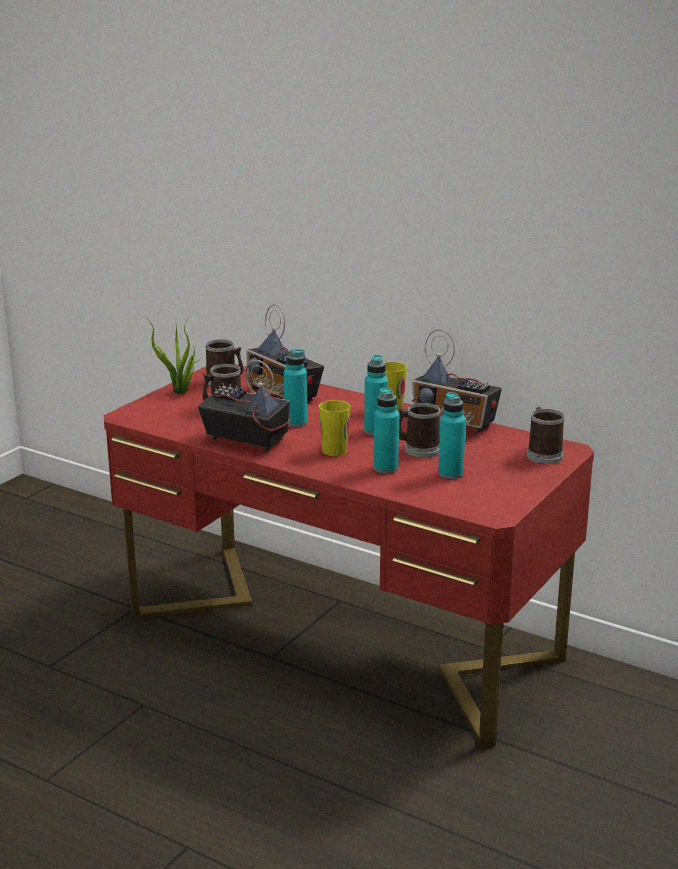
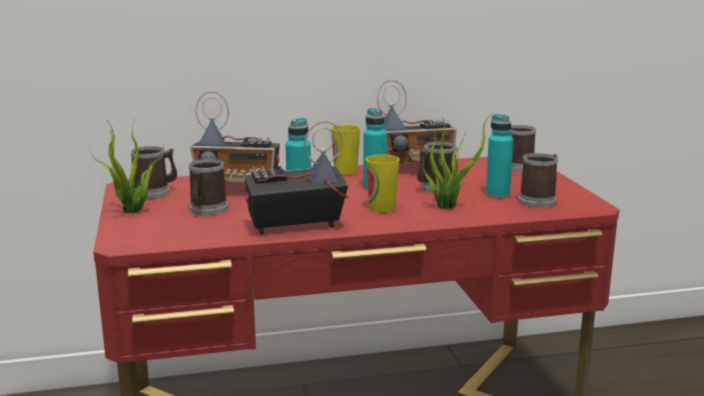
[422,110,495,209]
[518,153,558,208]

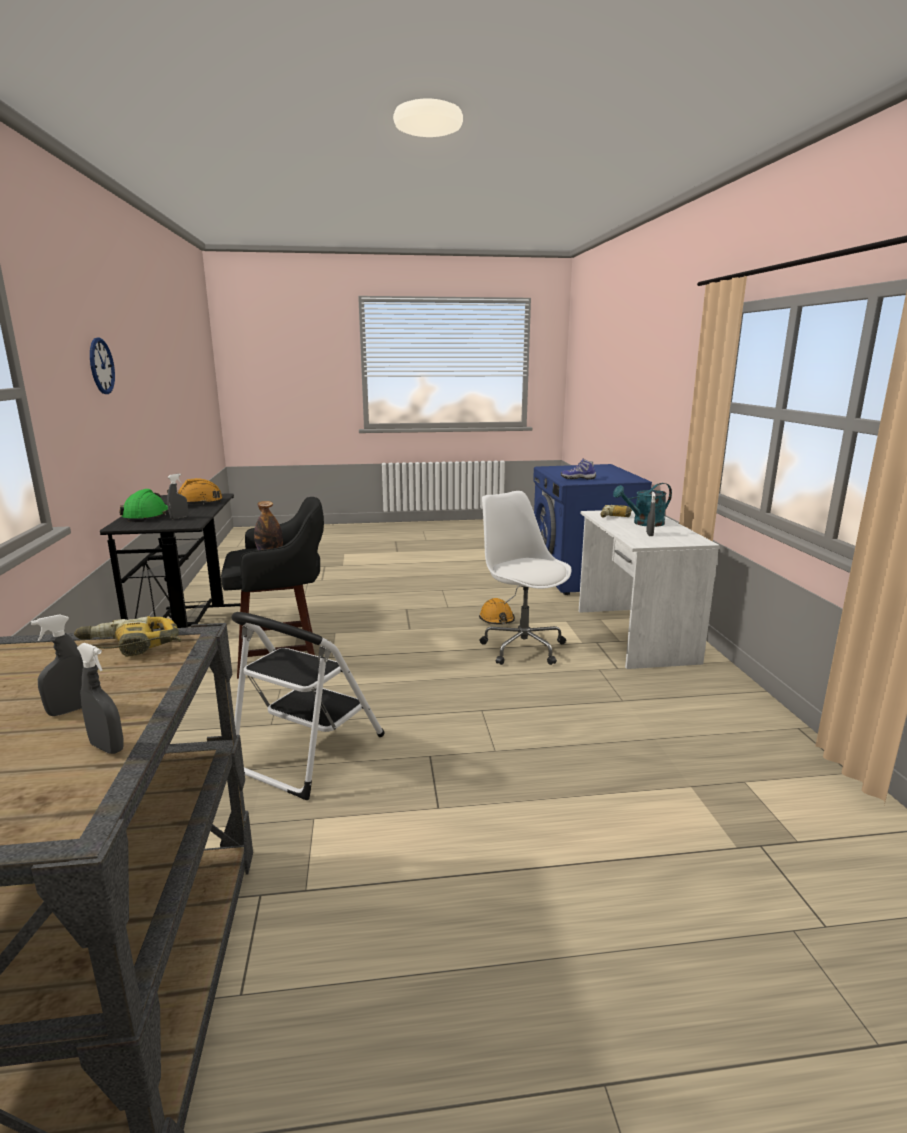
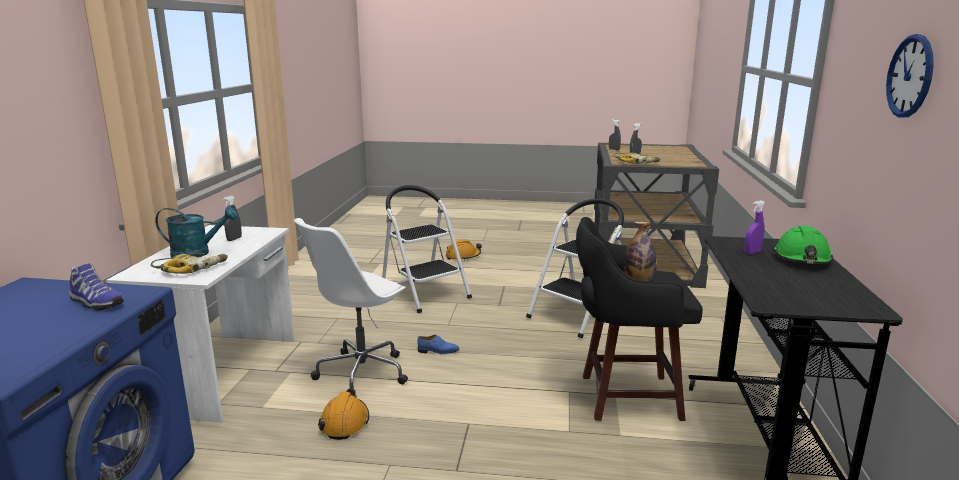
[744,200,765,254]
[446,239,482,260]
[294,218,408,396]
[382,185,472,313]
[417,335,459,354]

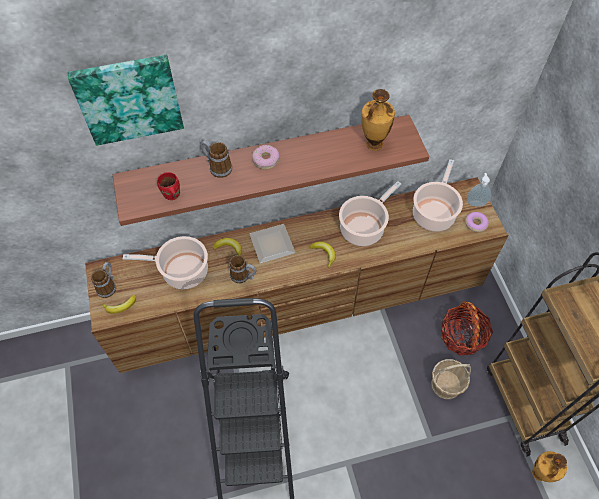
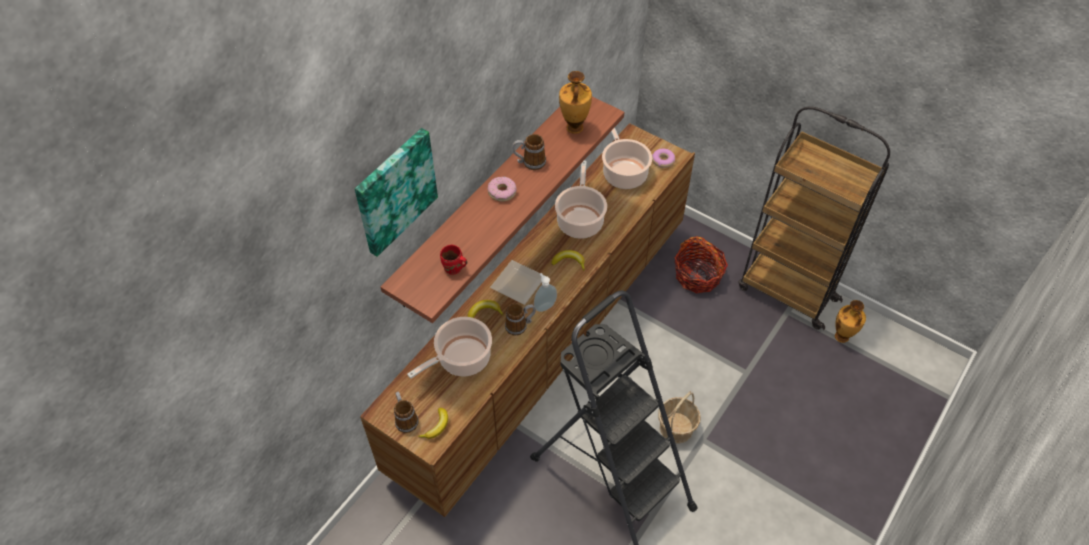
[512,134,546,170]
[658,391,700,444]
[534,273,557,312]

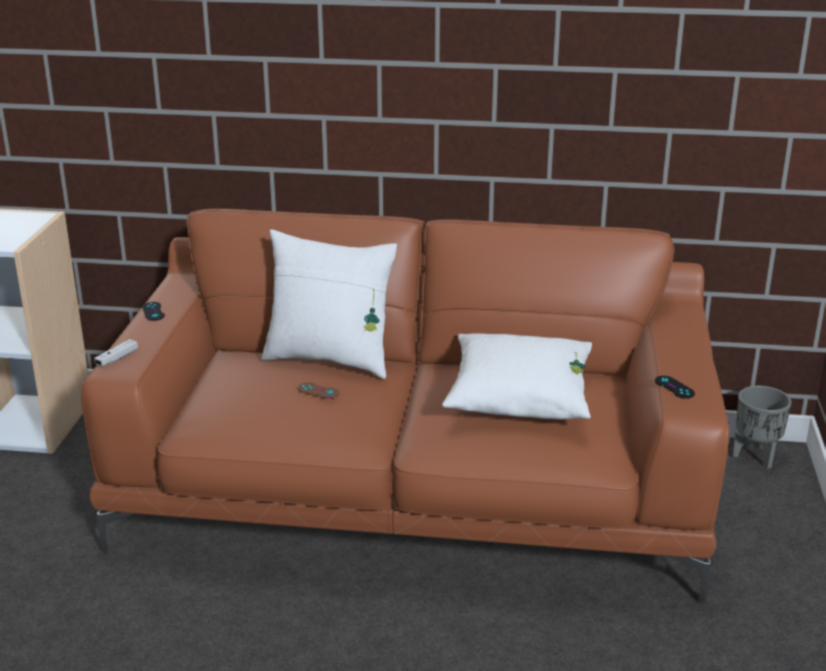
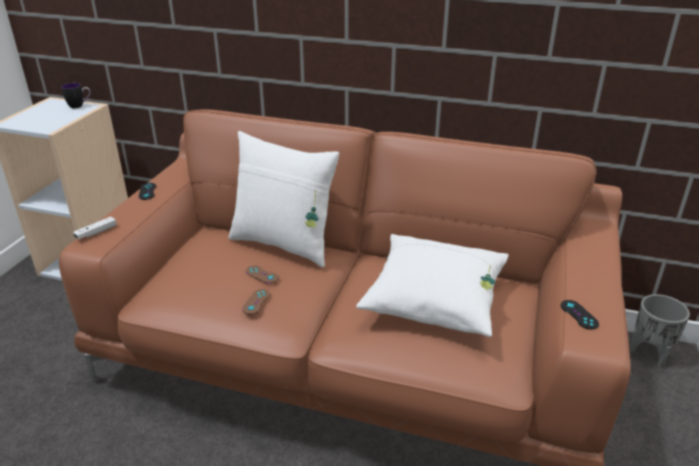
[62,83,90,108]
[242,289,270,314]

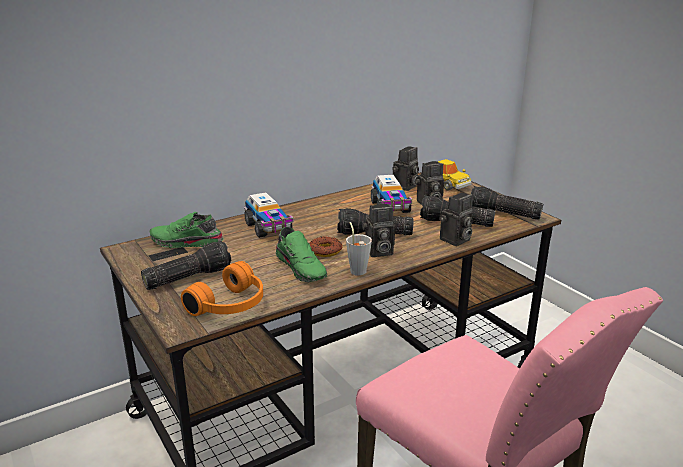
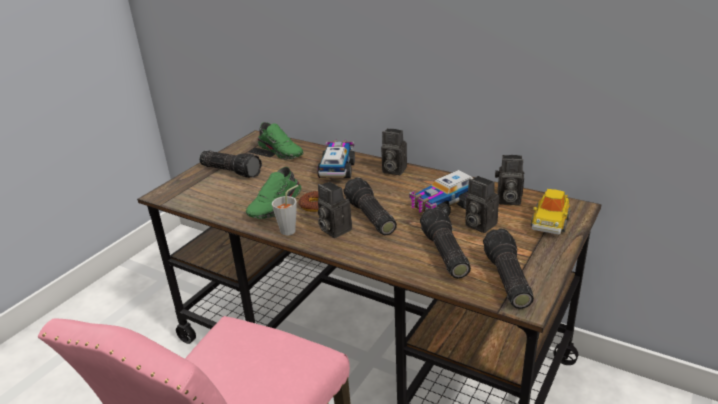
[258,122,304,160]
[181,261,263,316] (first image)
[317,140,355,178]
[381,129,407,175]

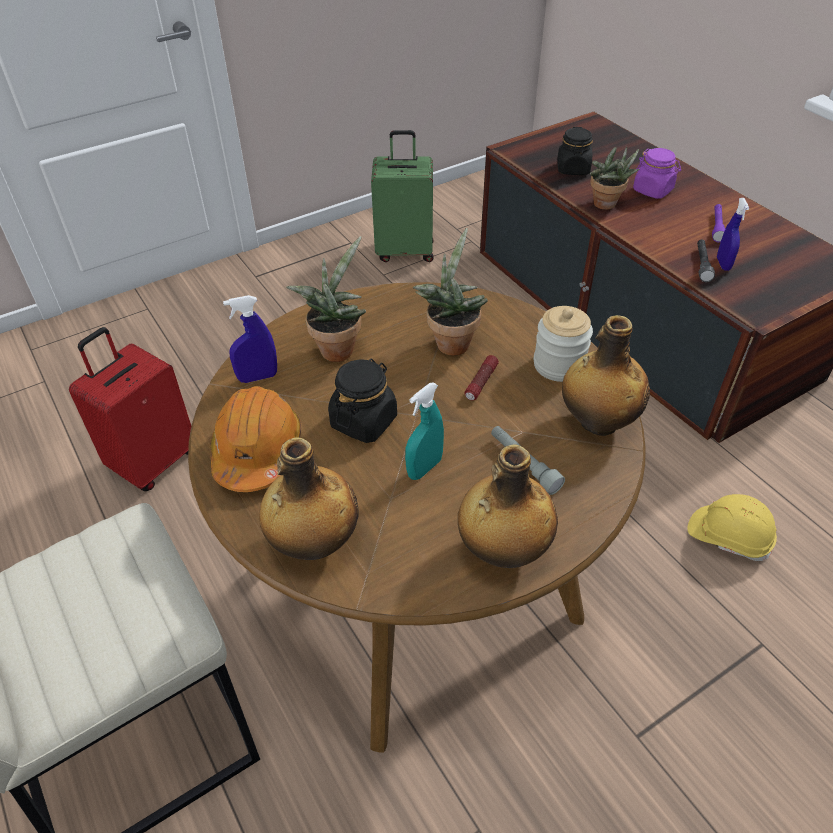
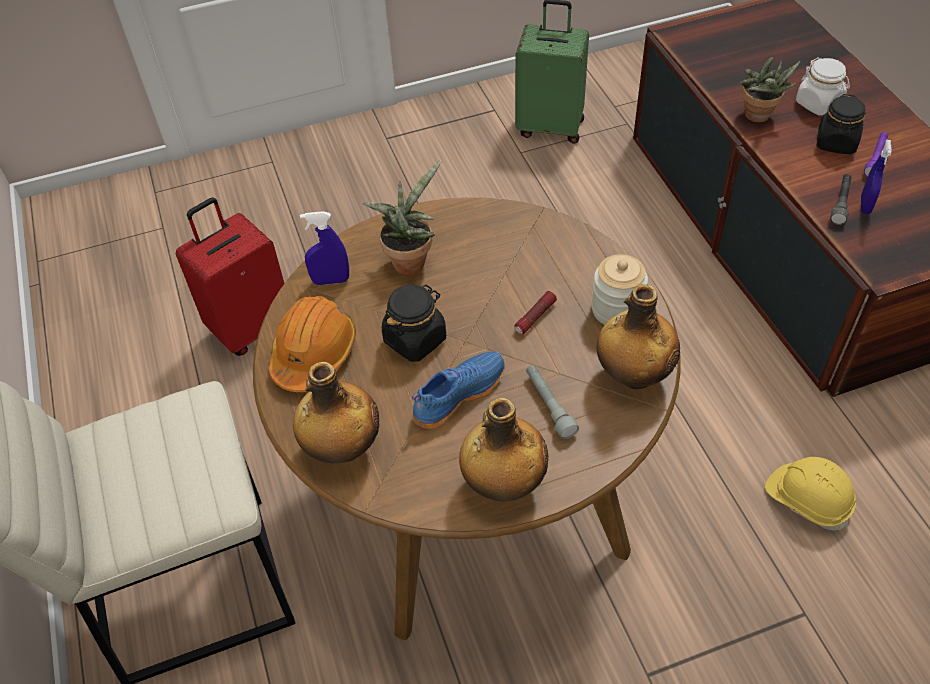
[412,352,505,429]
[413,228,488,356] (first image)
[817,94,866,154]
[796,57,850,116]

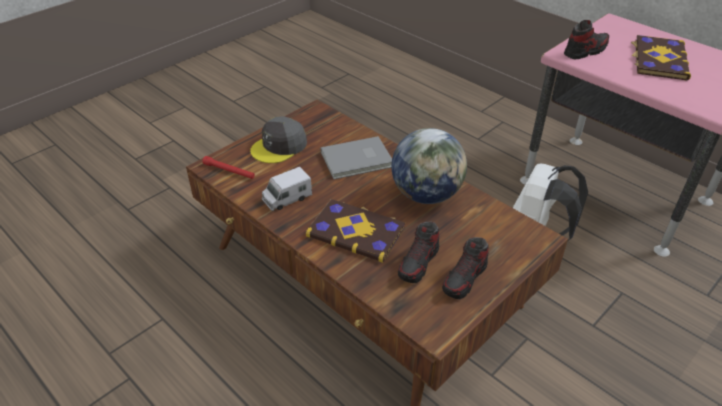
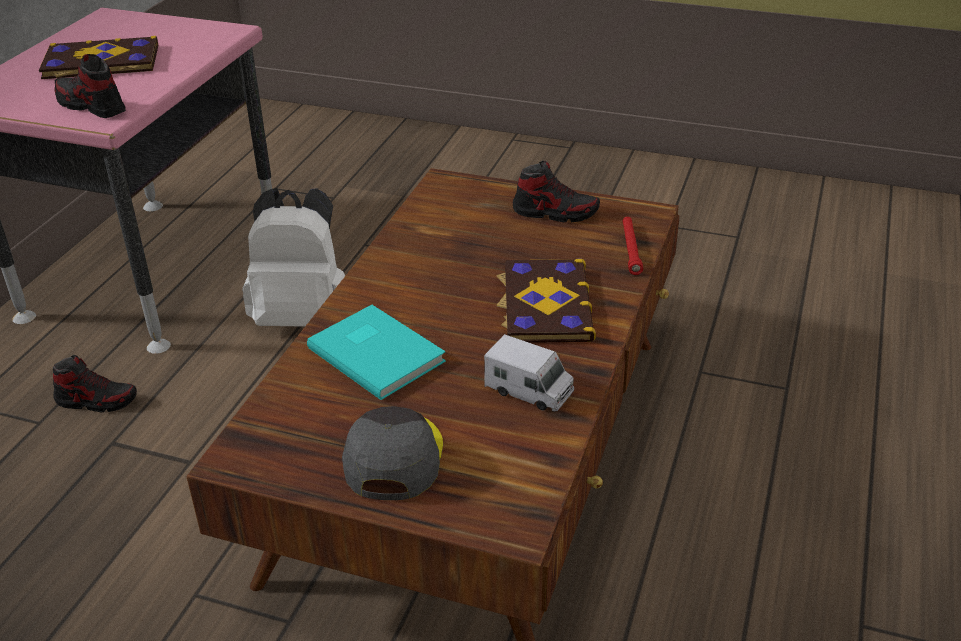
[623,217,643,275]
[342,406,443,500]
[307,305,446,400]
[391,128,467,204] (first image)
[53,355,137,413]

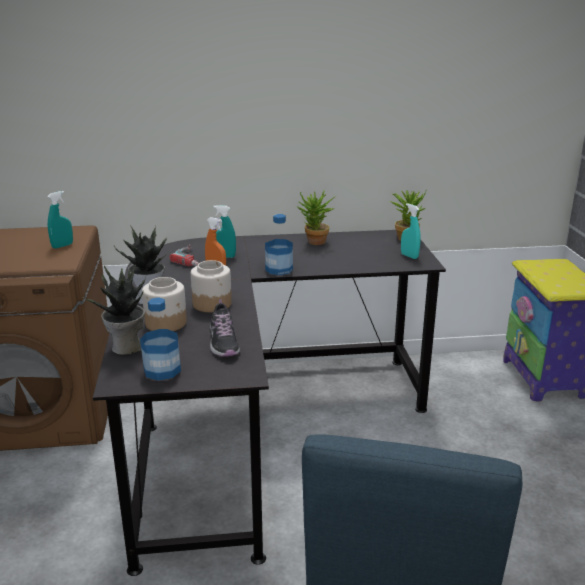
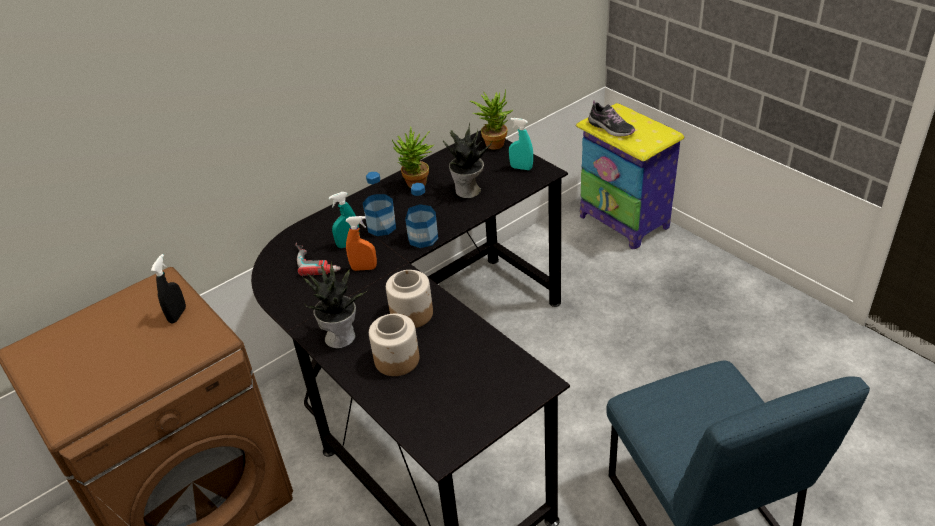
[151,254,186,323]
[443,122,492,198]
[363,172,396,236]
[588,100,635,137]

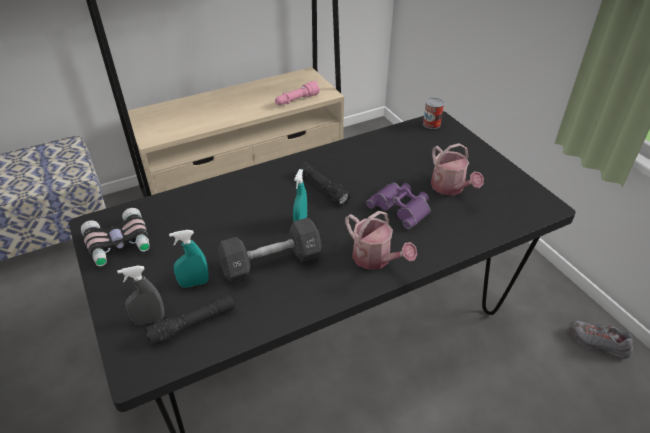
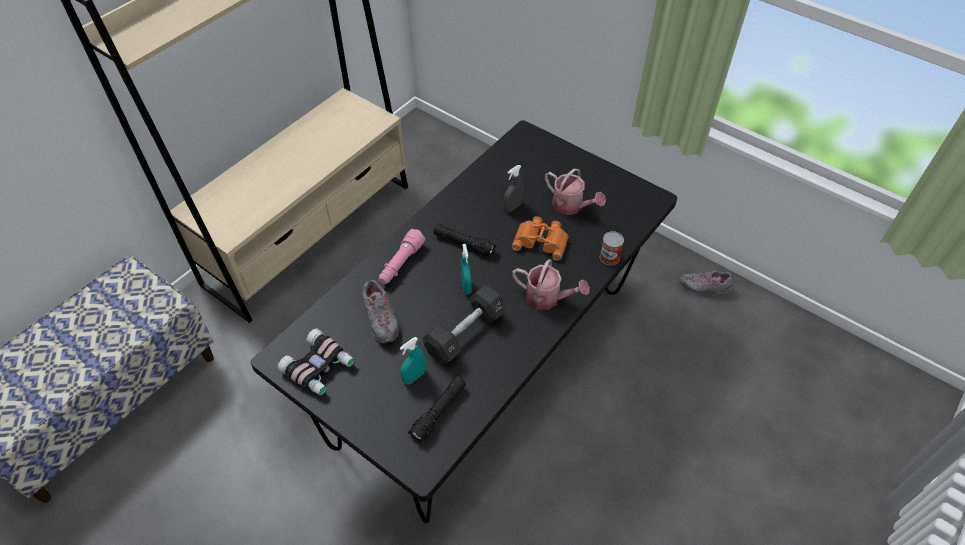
[504,165,523,212]
[379,229,425,284]
[512,216,569,261]
[600,231,624,265]
[362,280,399,343]

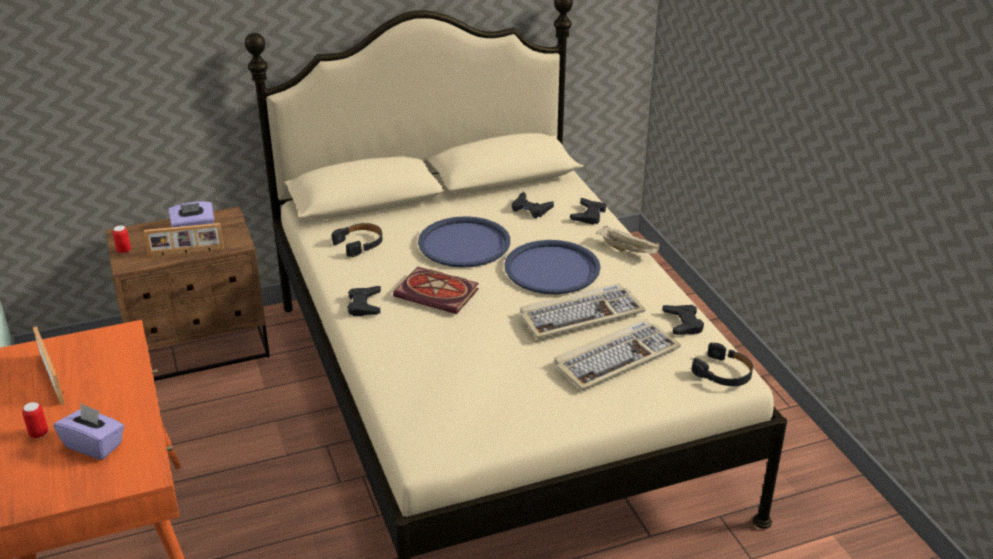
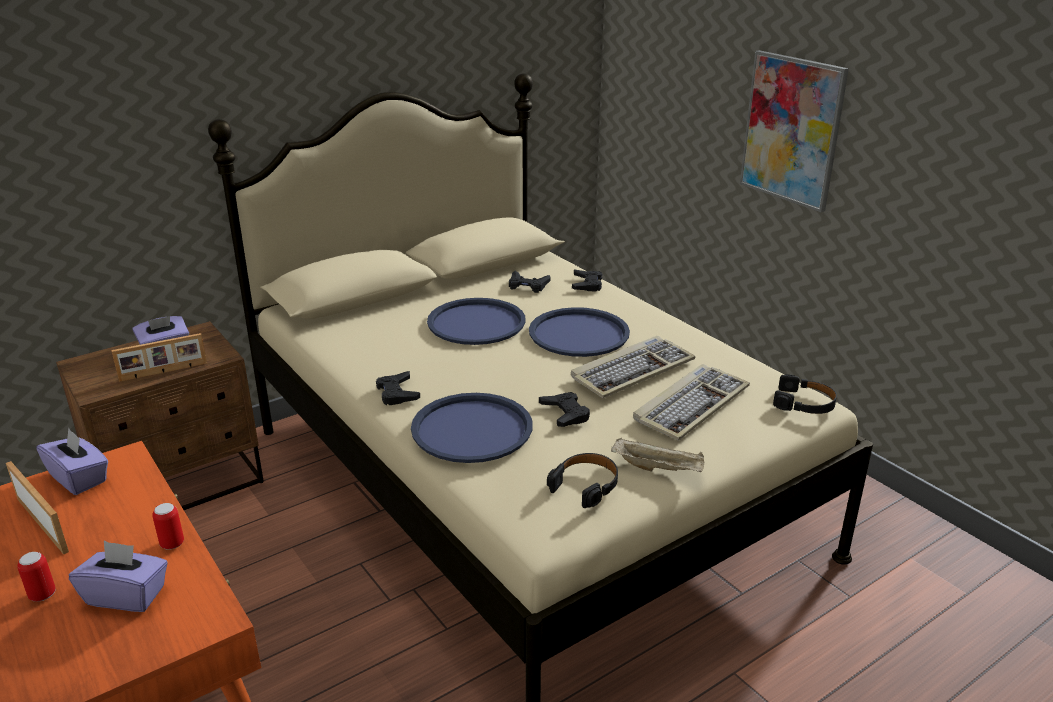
[152,503,184,550]
[547,453,618,508]
[393,267,479,314] (first image)
[611,437,704,472]
[539,392,590,427]
[37,428,108,495]
[411,393,533,463]
[740,50,849,212]

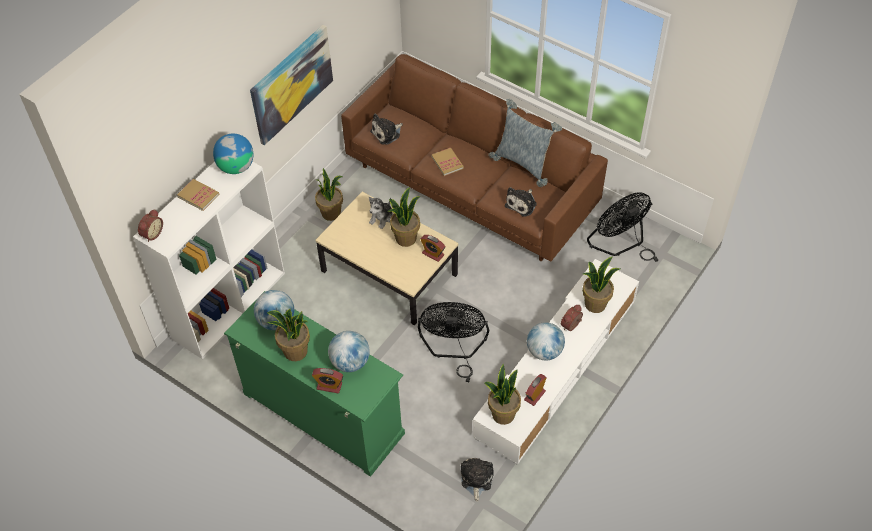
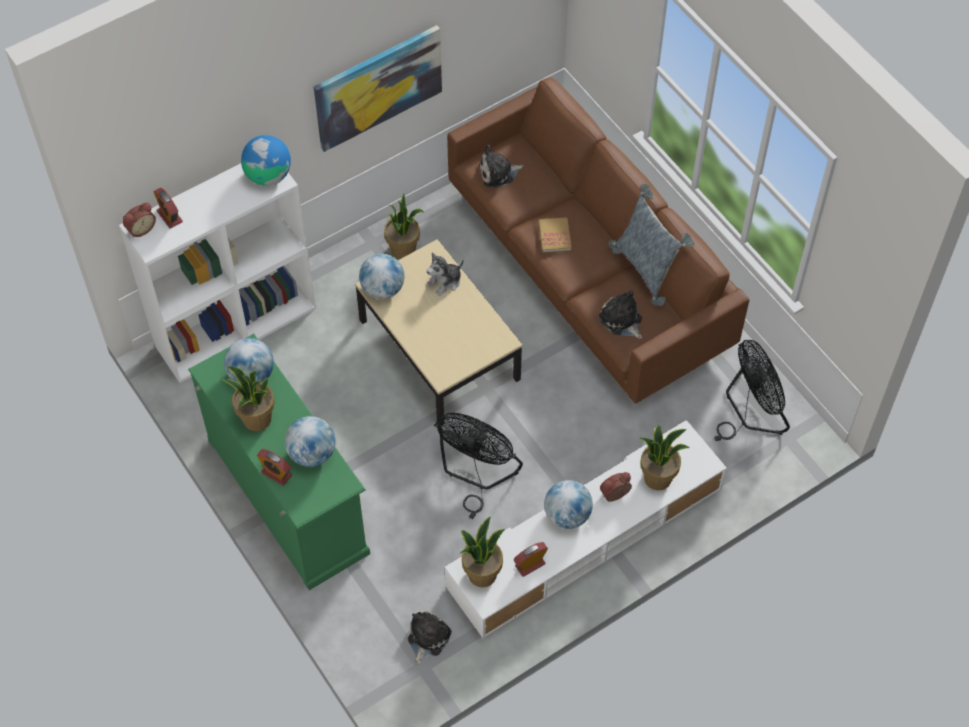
[177,179,219,211] (first image)
[388,187,421,247] (first image)
[153,187,183,229]
[599,291,642,339]
[714,340,790,441]
[359,254,404,299]

